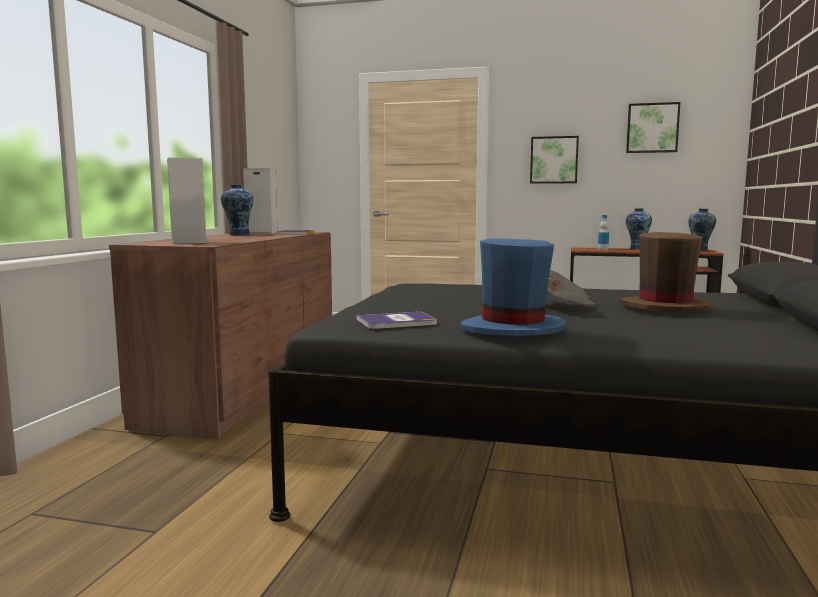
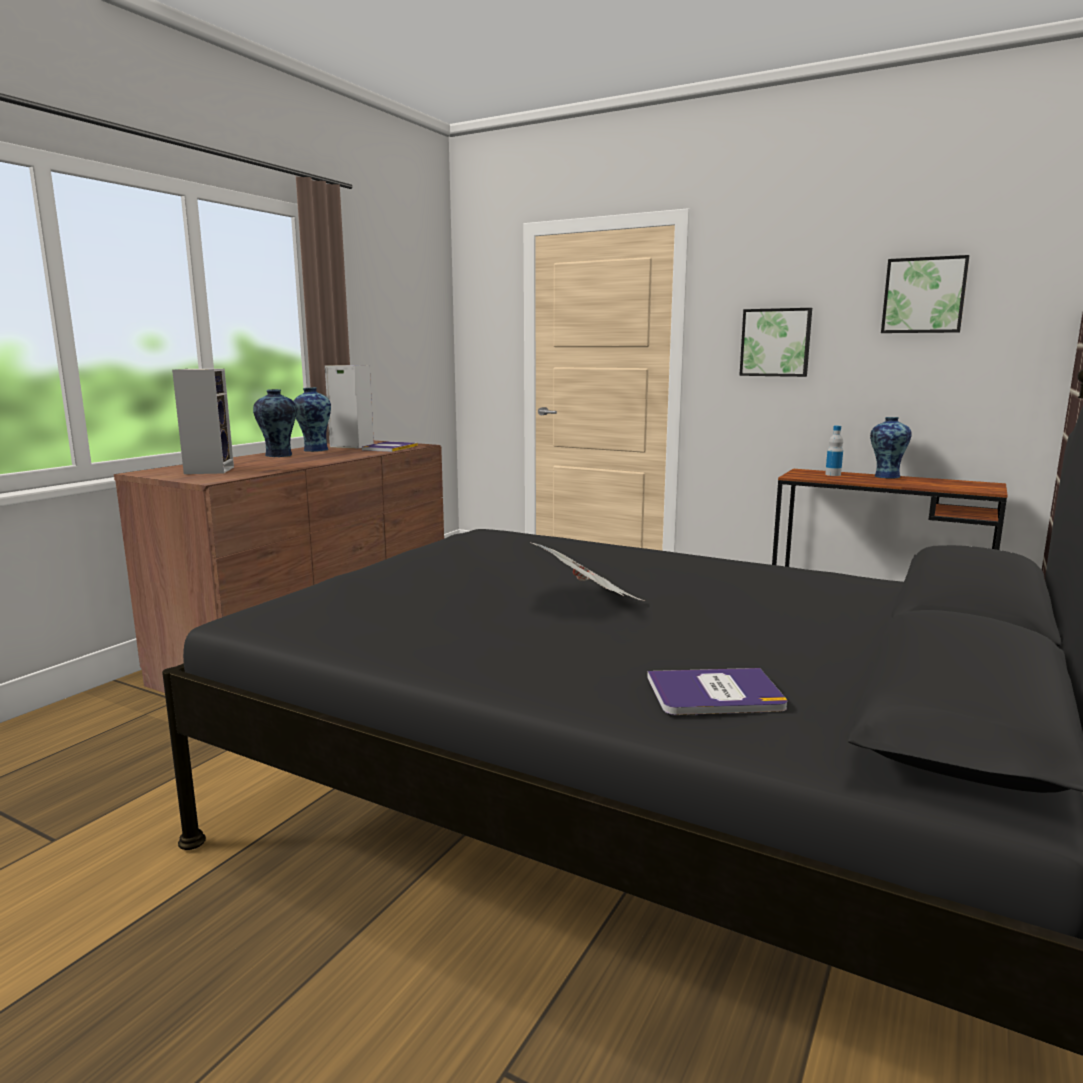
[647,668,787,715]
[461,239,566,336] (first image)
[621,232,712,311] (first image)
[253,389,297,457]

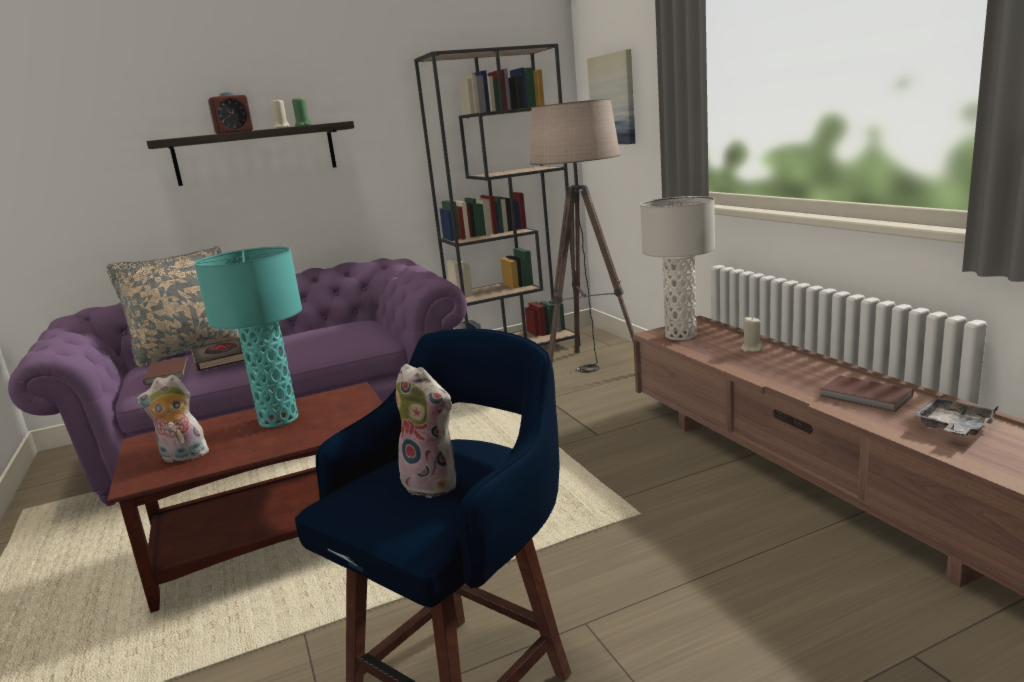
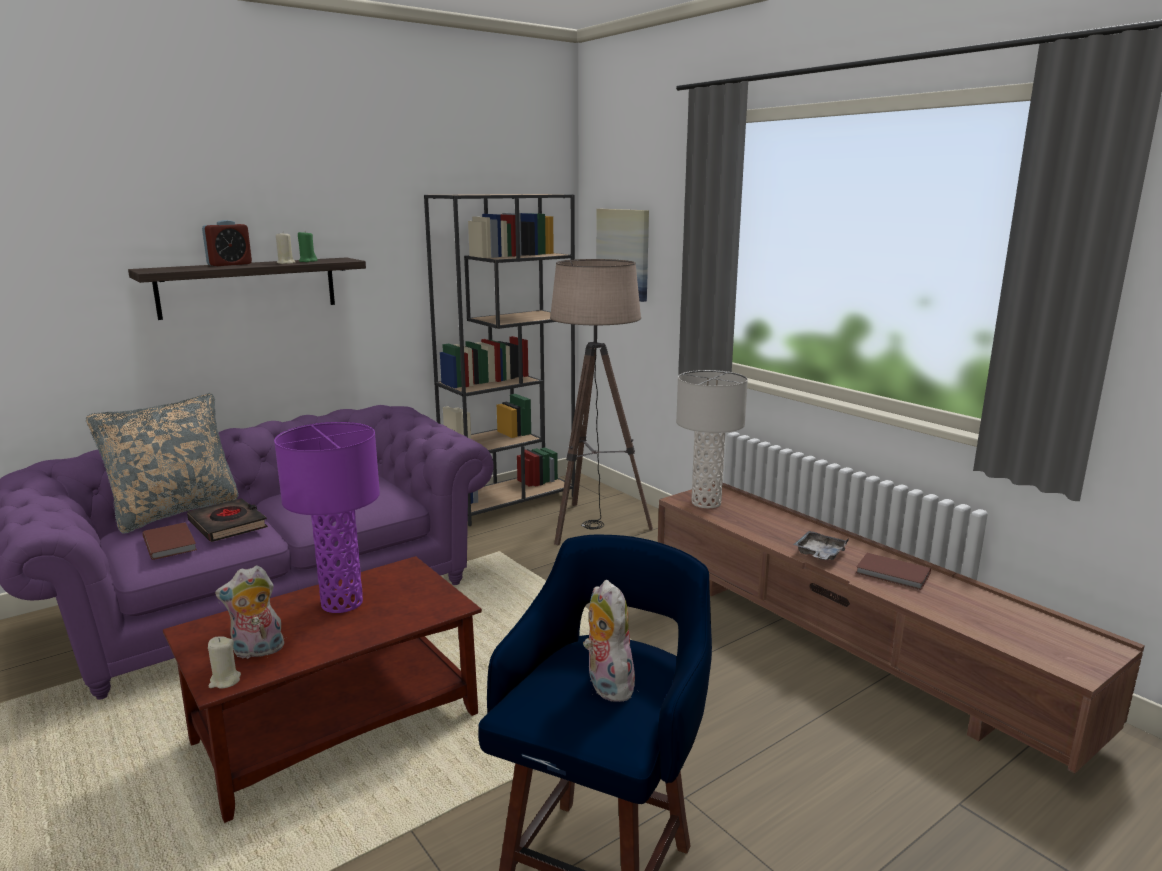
[274,422,380,613]
[583,580,637,702]
[208,636,241,689]
[793,531,849,560]

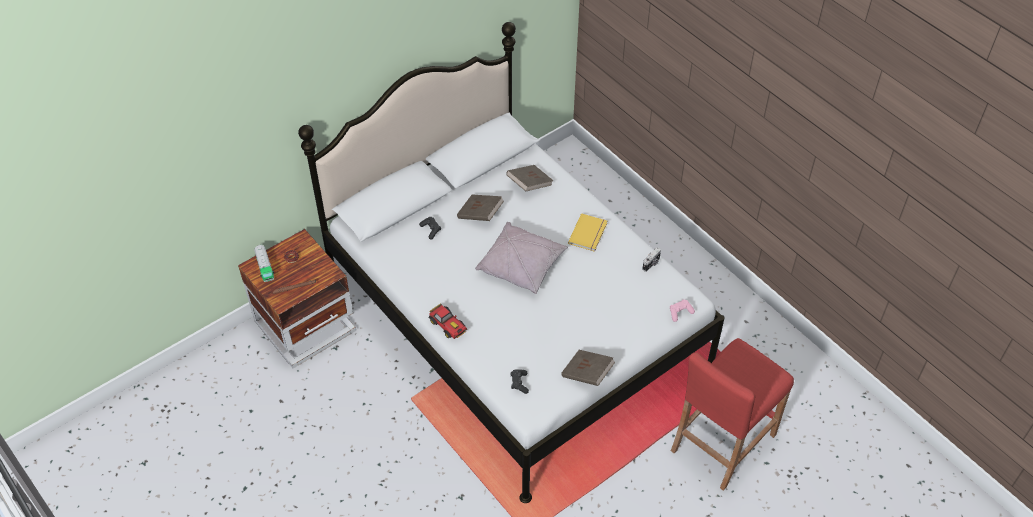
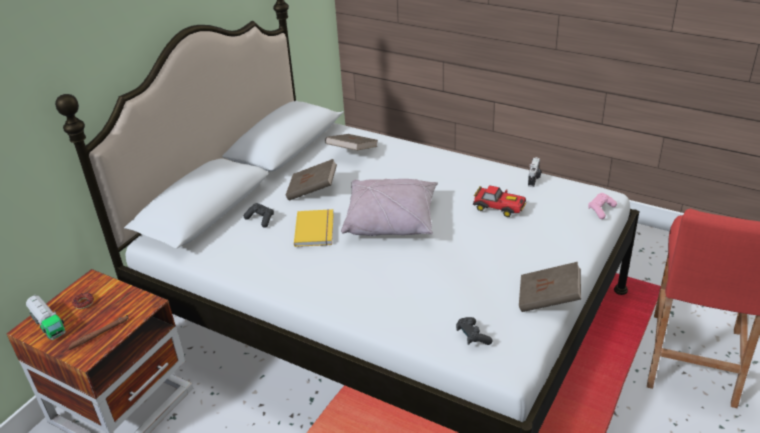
[473,185,526,217]
[294,209,334,247]

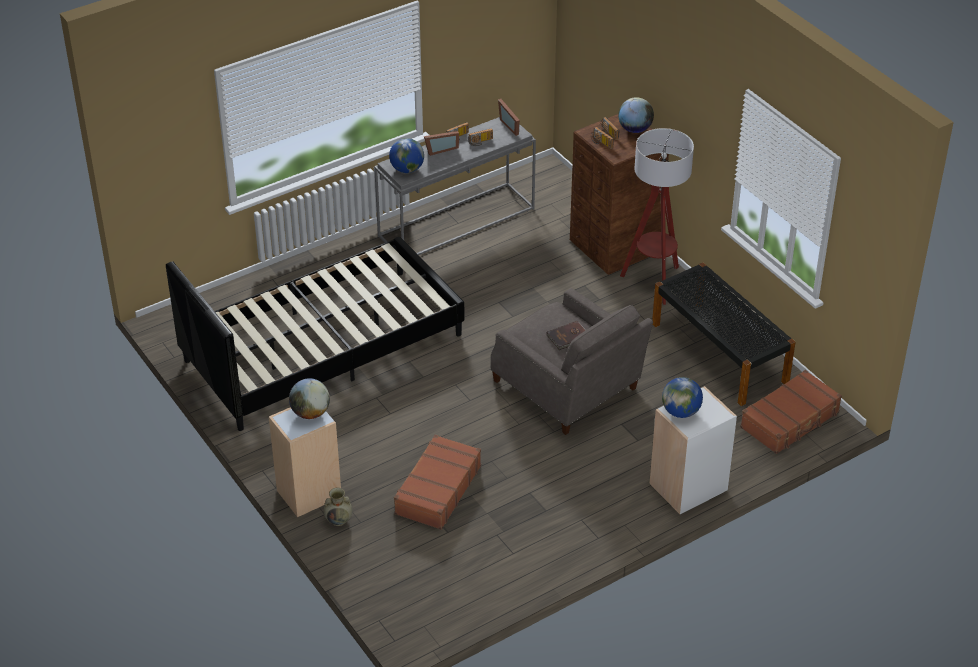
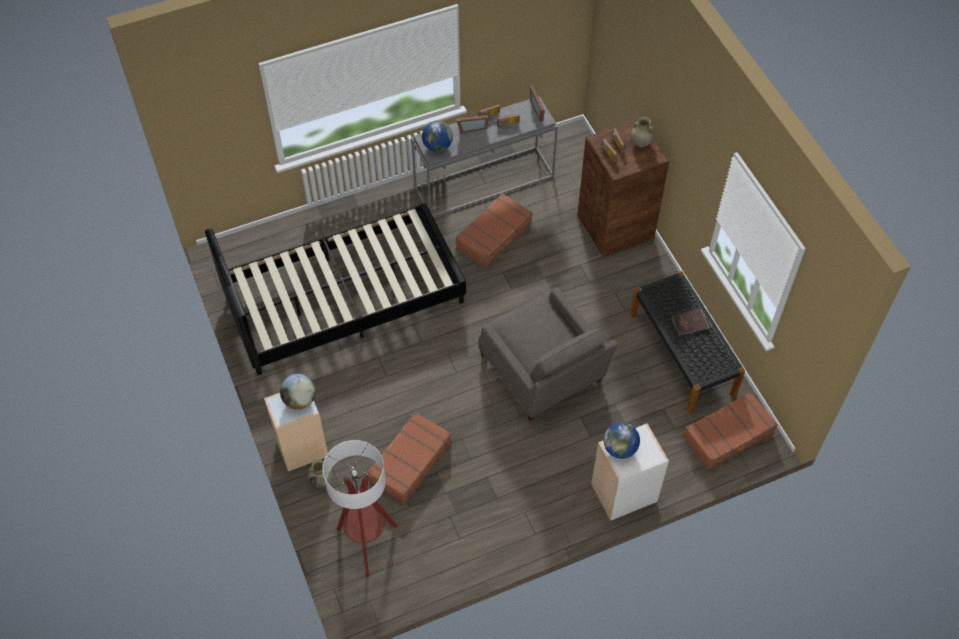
[671,308,709,336]
[631,116,654,147]
[322,440,398,577]
[456,193,533,269]

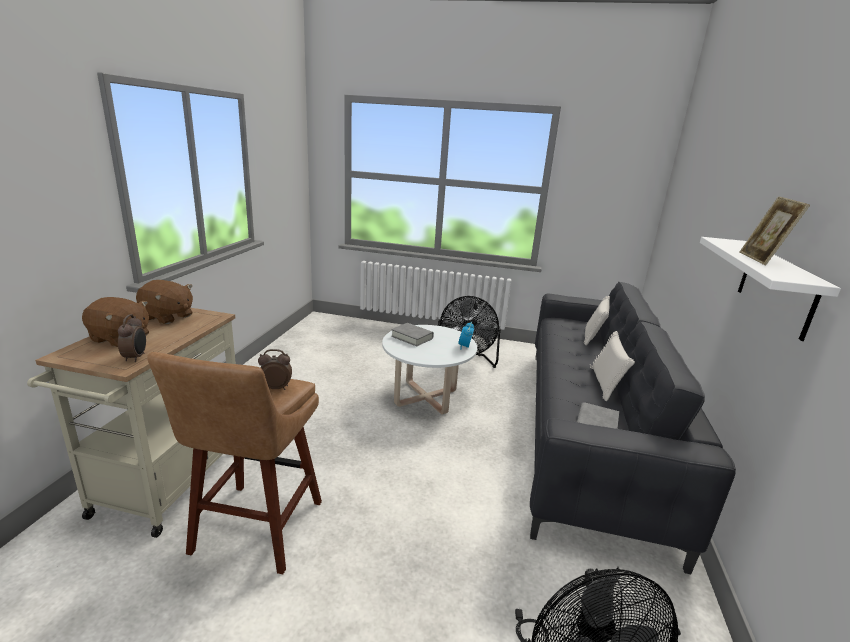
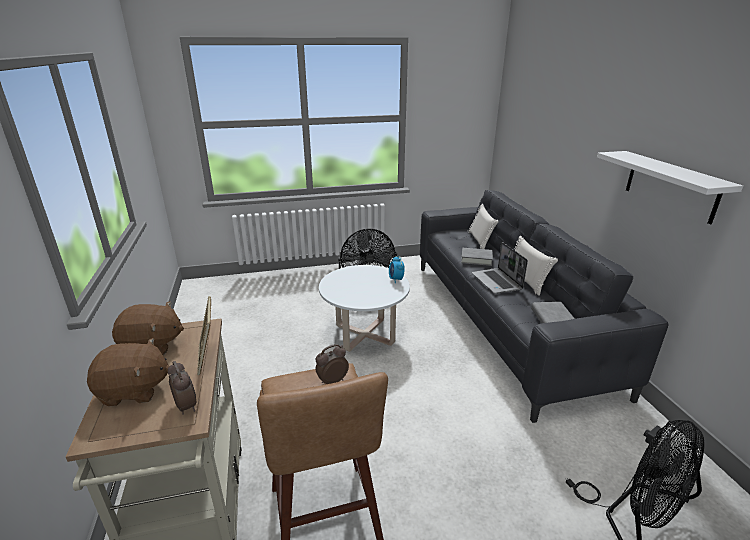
[461,248,493,266]
[197,296,211,375]
[472,242,528,294]

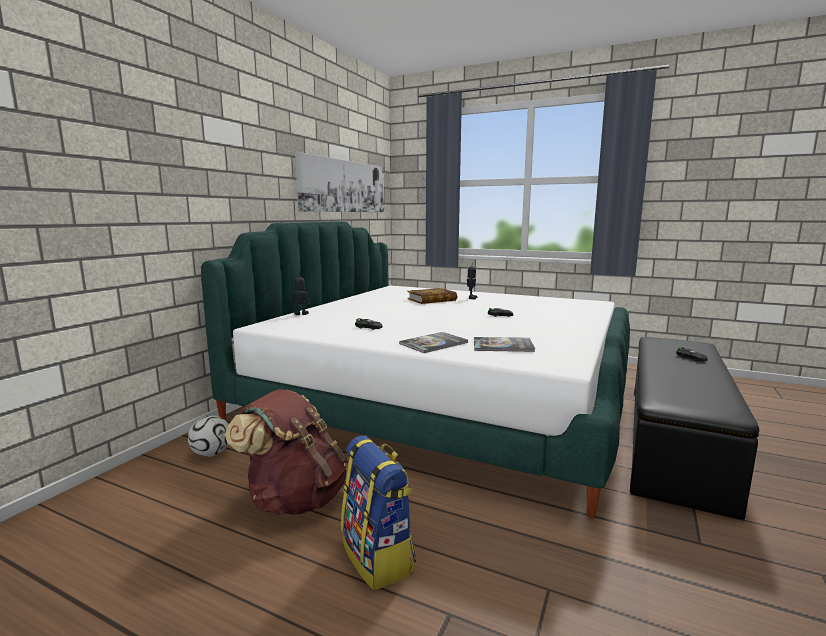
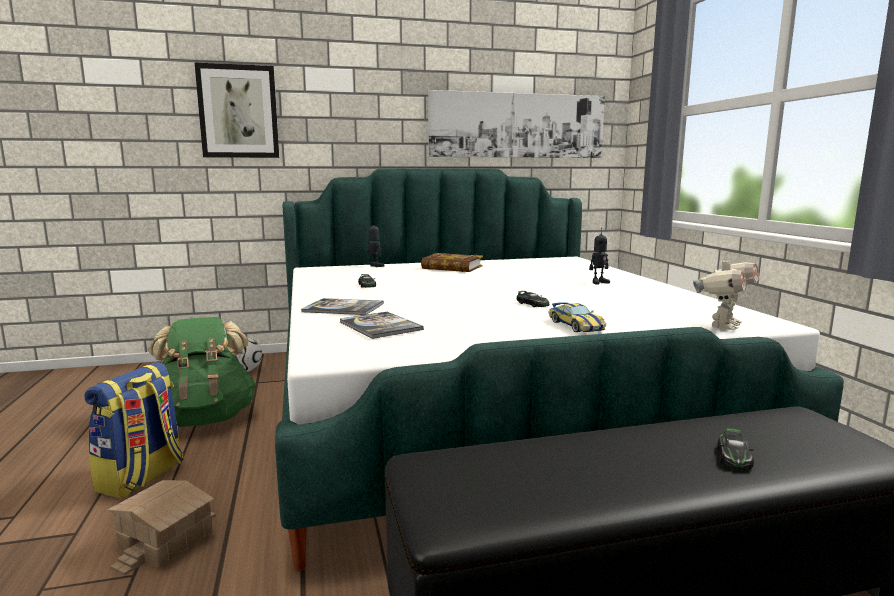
[148,317,256,427]
[421,253,483,272]
[108,480,216,576]
[195,63,279,158]
[549,302,606,332]
[693,253,759,330]

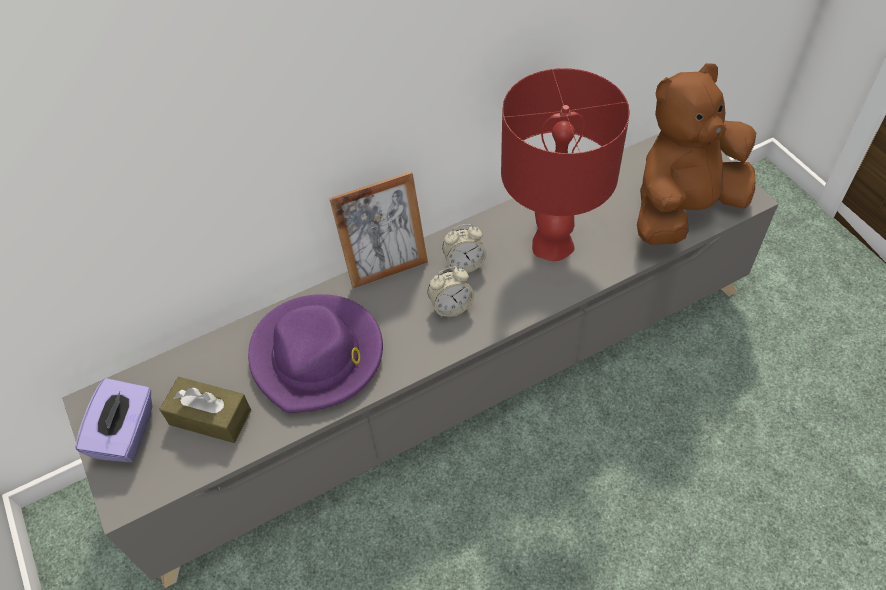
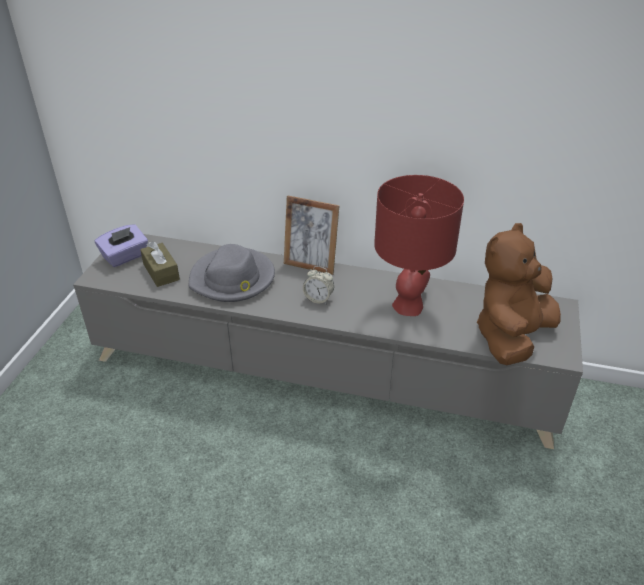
[189,244,275,302]
[442,224,487,273] (first image)
[477,223,561,365]

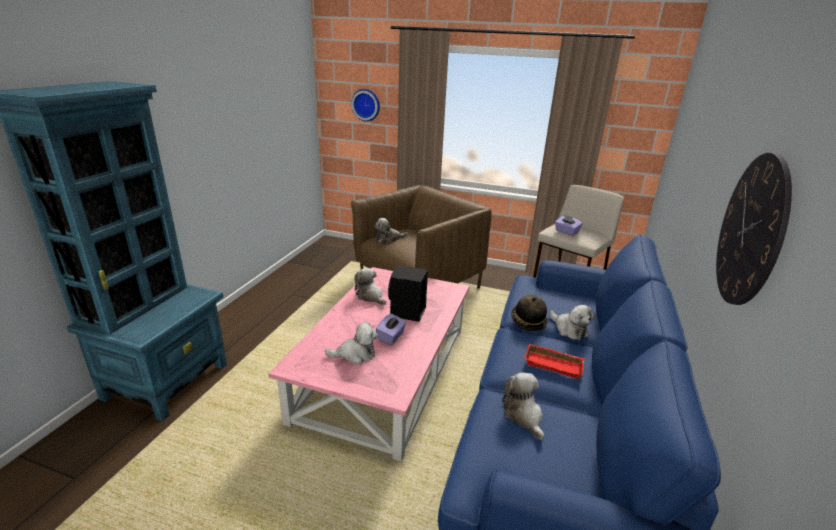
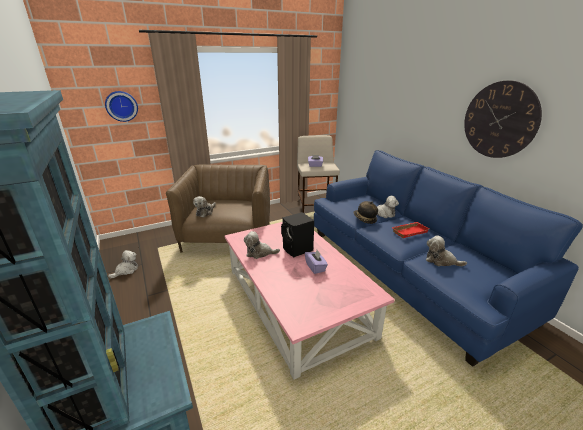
[108,250,138,278]

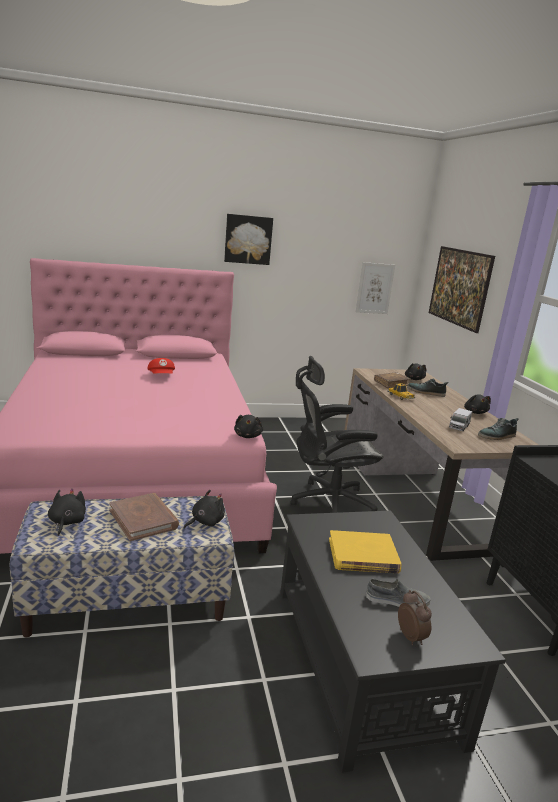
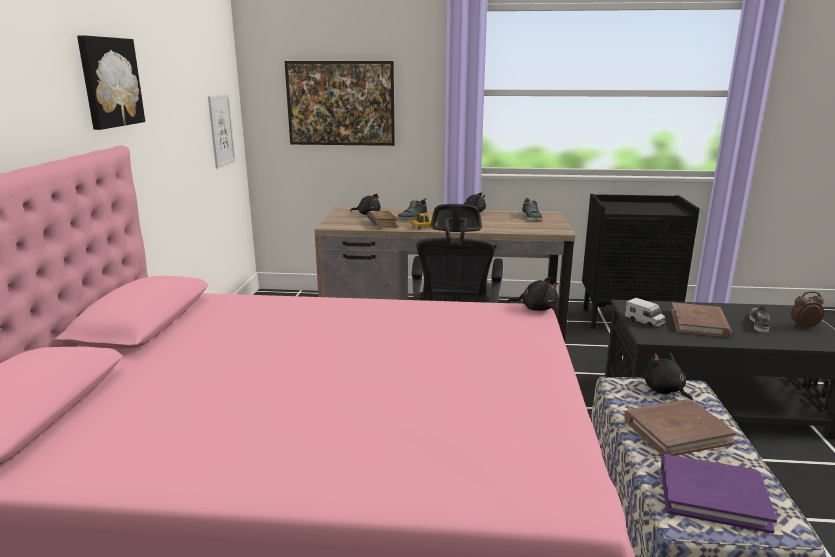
[661,454,777,534]
[147,358,175,374] (first image)
[671,302,732,337]
[625,298,665,327]

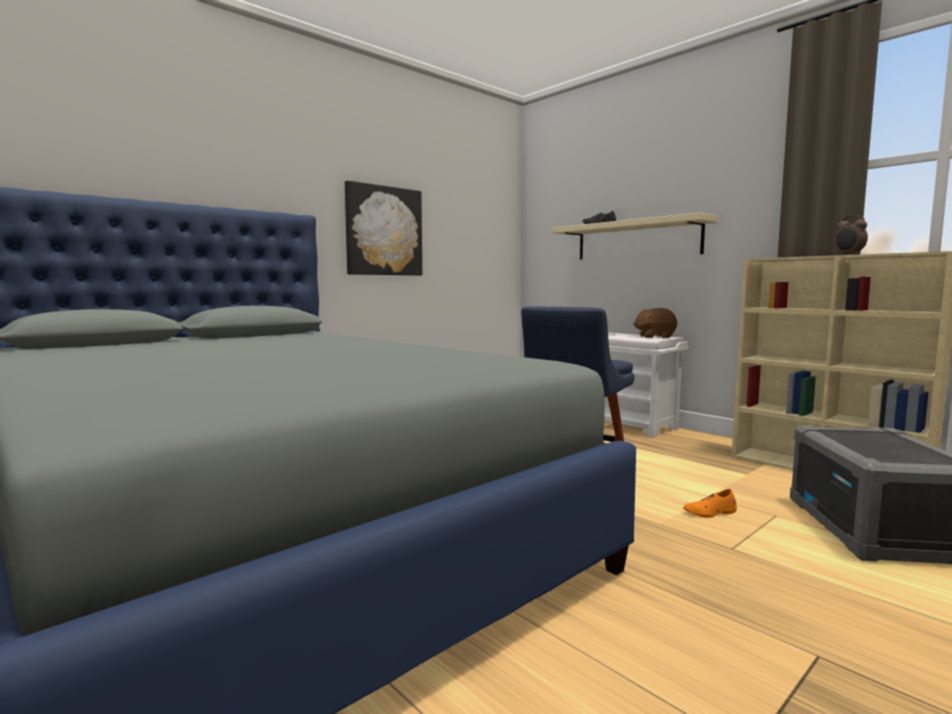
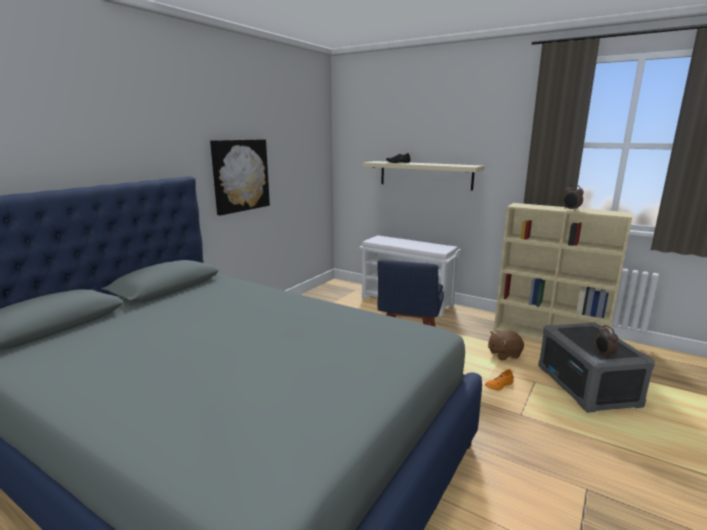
[488,331,524,360]
[595,325,618,358]

